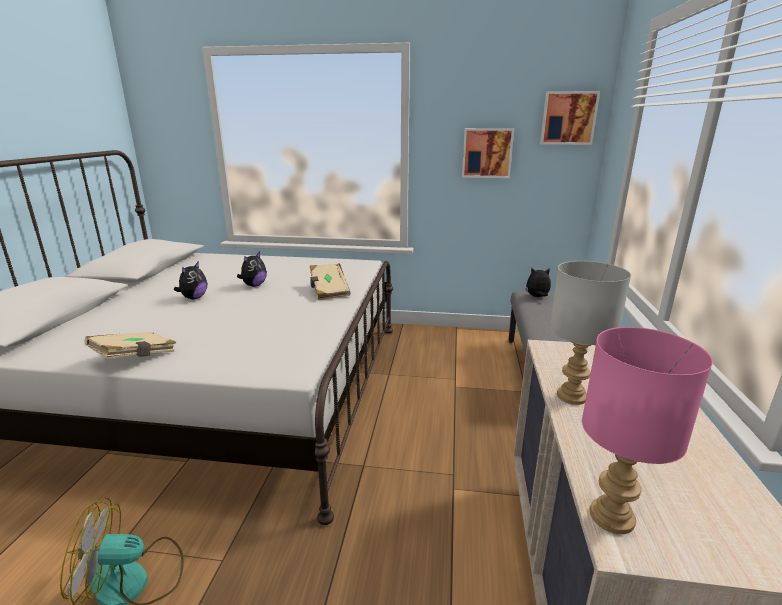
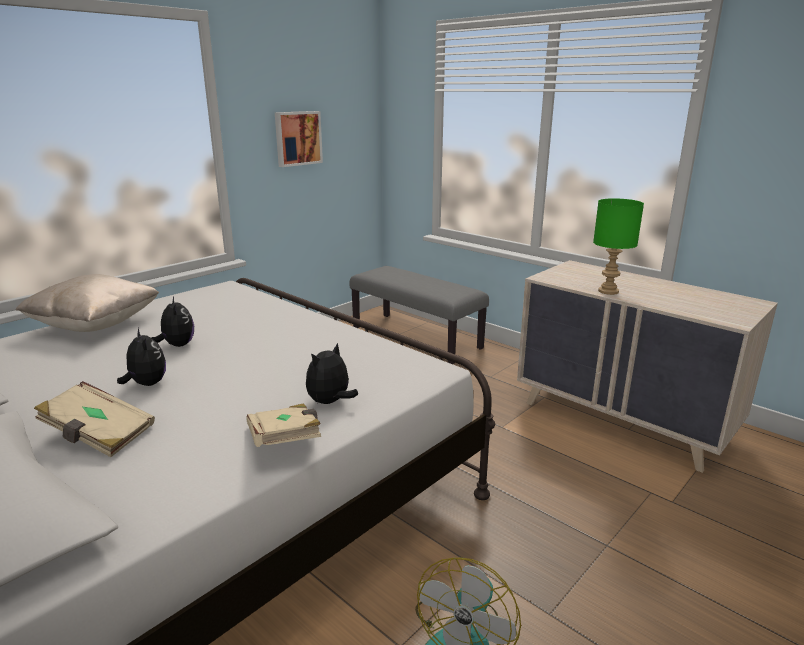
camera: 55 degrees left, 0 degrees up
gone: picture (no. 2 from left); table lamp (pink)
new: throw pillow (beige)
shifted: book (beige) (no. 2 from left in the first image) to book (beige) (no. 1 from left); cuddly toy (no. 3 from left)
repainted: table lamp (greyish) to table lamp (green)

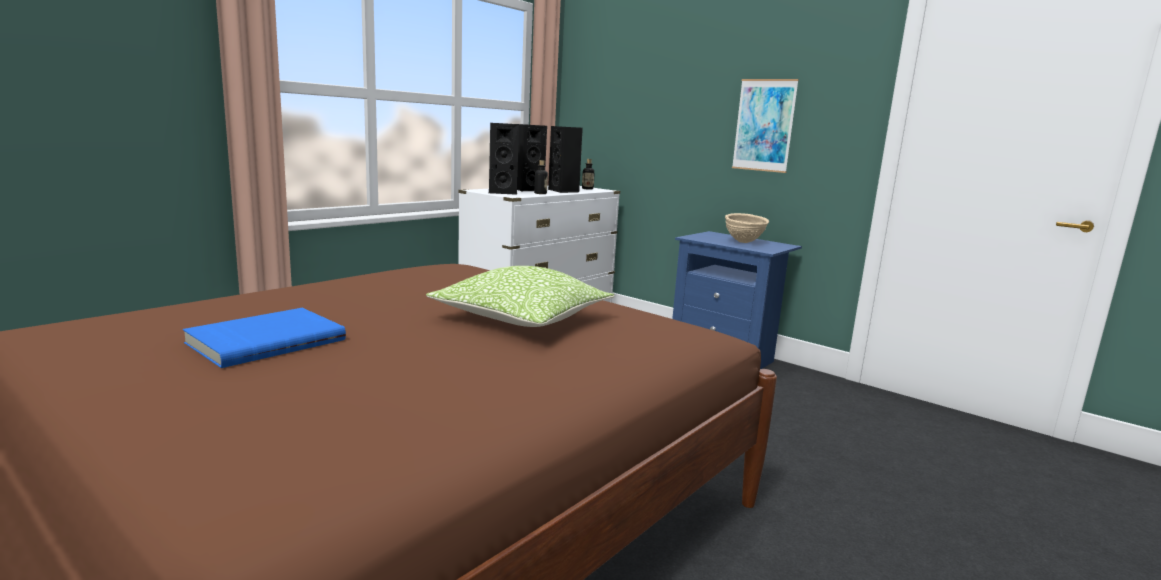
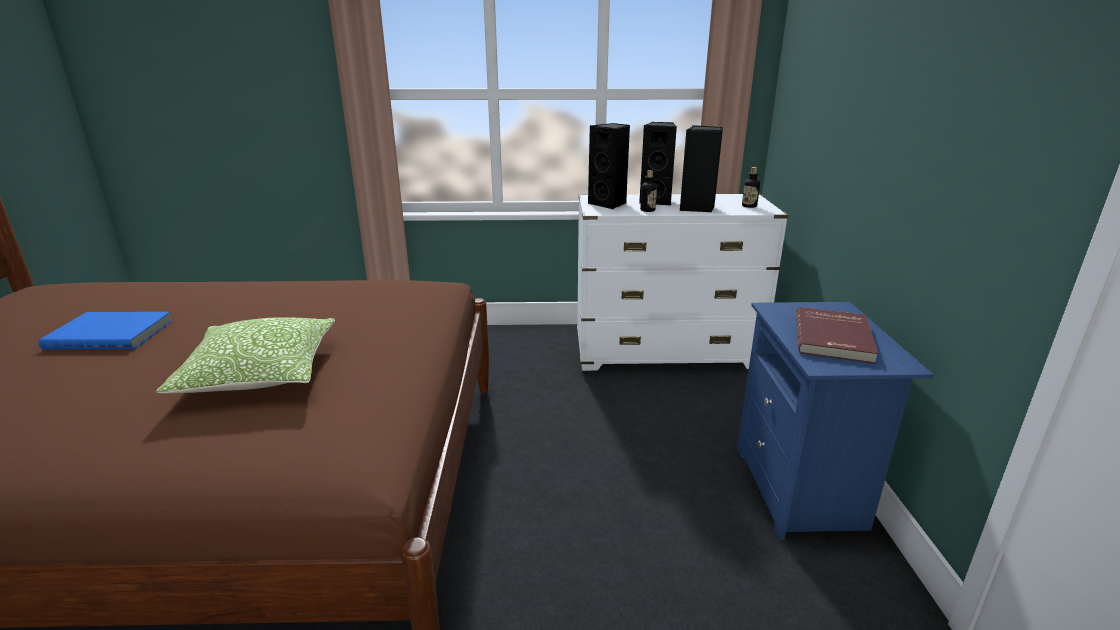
camera: 50 degrees right, 10 degrees up
gone: picture
swapped: serving bowl (beige) to book (reddish)

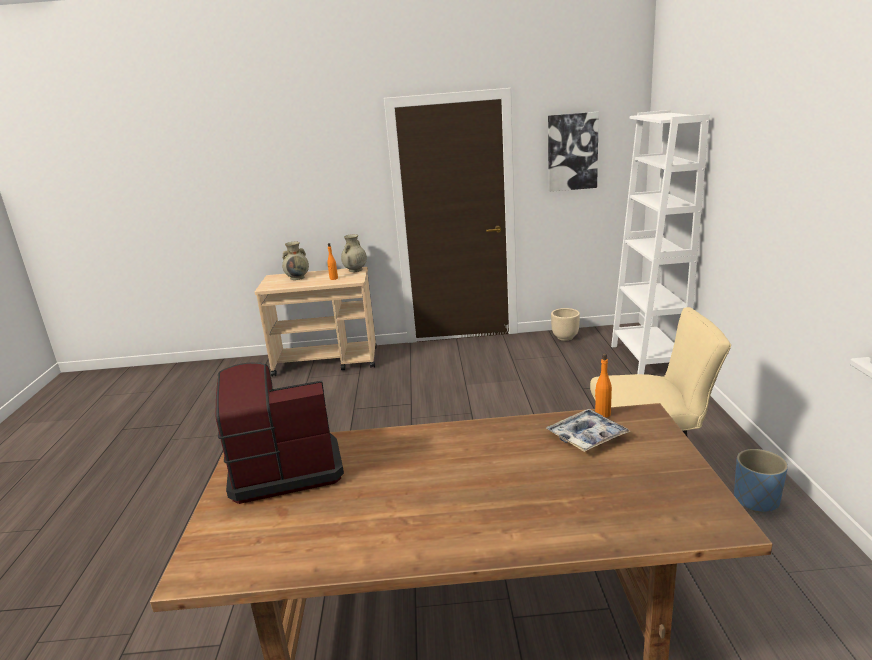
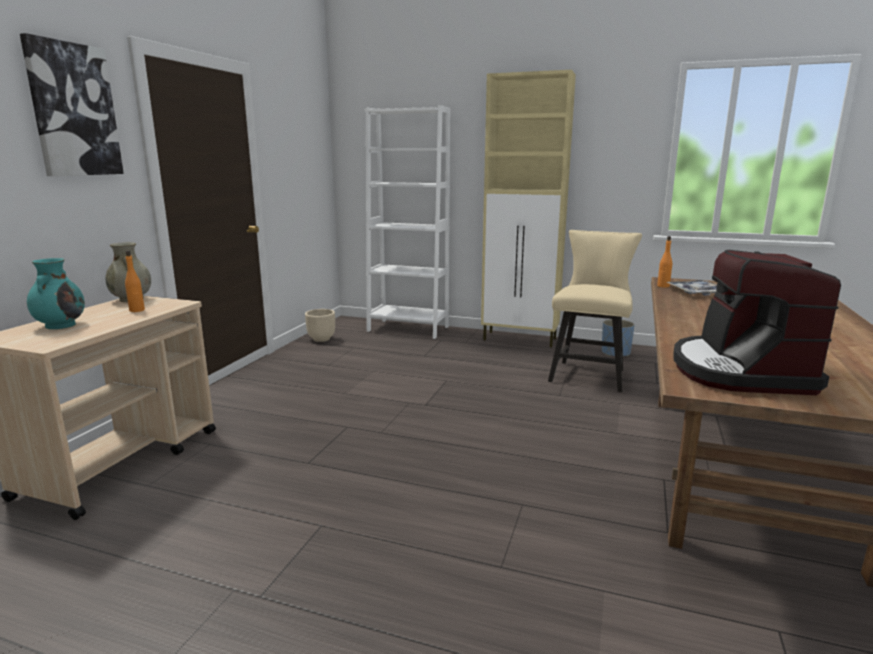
camera: 70 degrees left, 5 degrees down
new: cabinet (beige)
shifted: picture
repainted: vase (beige) (no. 1 from left) to vase (turquoise-coloured)

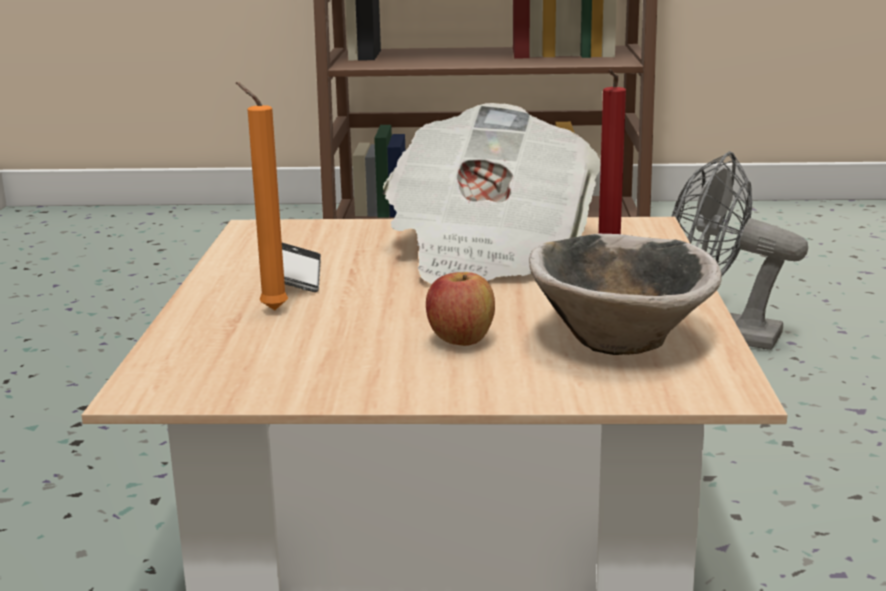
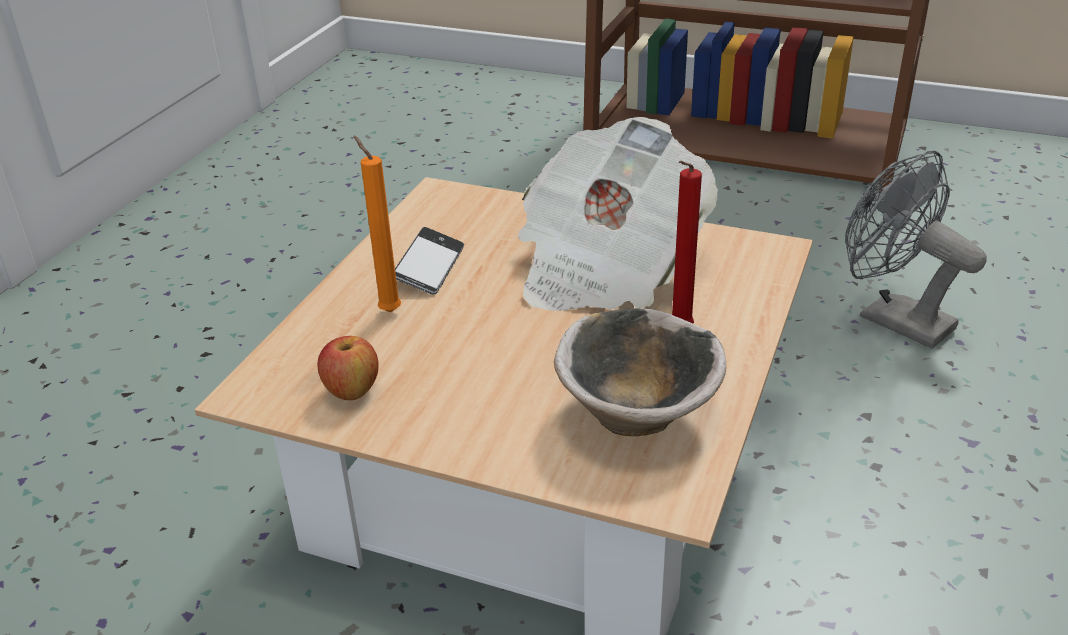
camera: 20 degrees right, 15 degrees up
shifted: whole apple

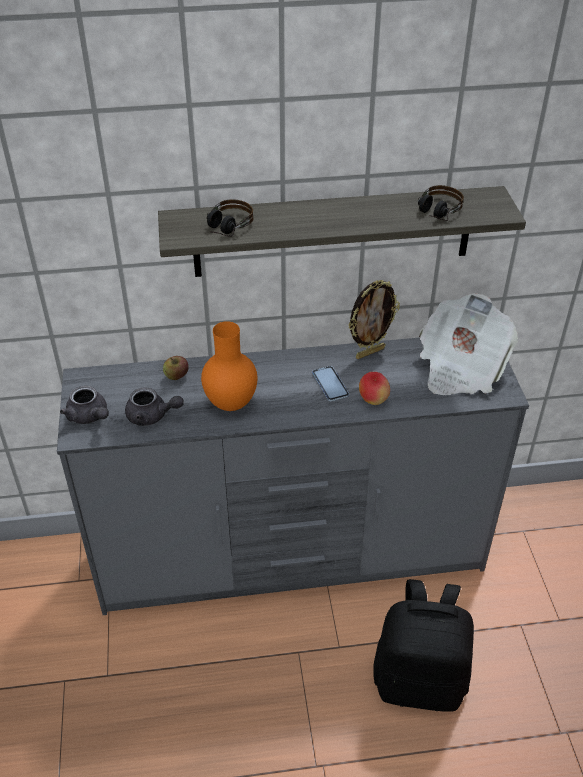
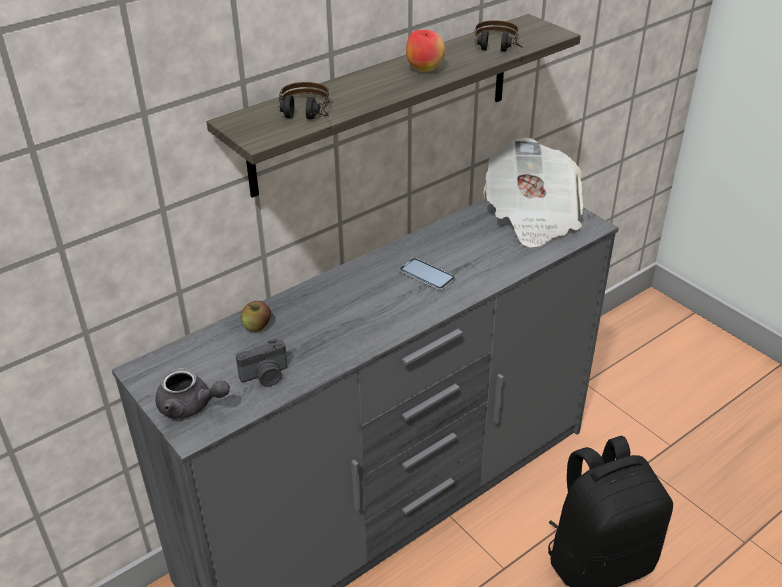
camera: 30 degrees left, 5 degrees down
gone: vase (orange); standing frame
shifted: whole apple (no. 2 from left)
swapped: tea pot (greyish) (no. 2 from left) to still camera

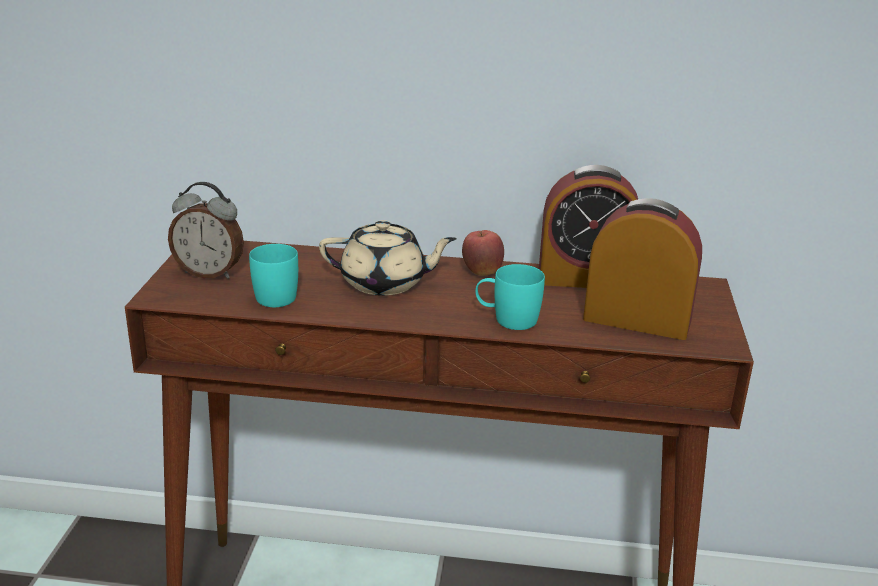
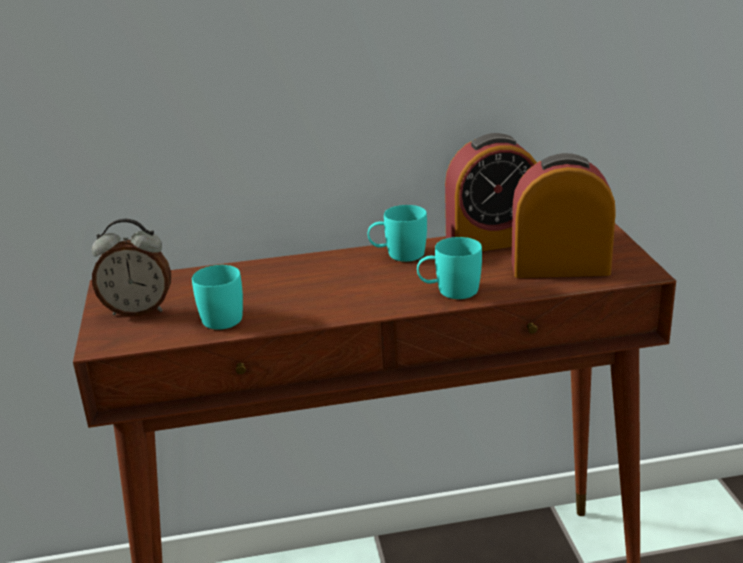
camera: 15 degrees left, 0 degrees up
gone: tea pot (beige)
swapped: whole apple to coffee mug (turquoise-coloured) (no. 2 from left)

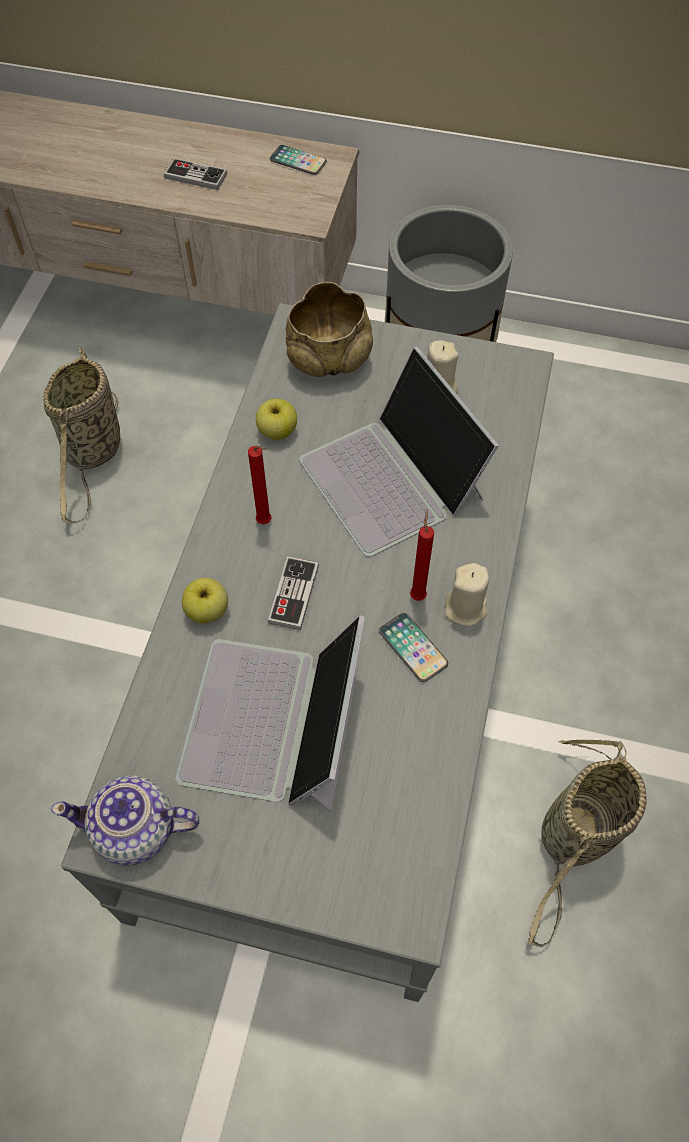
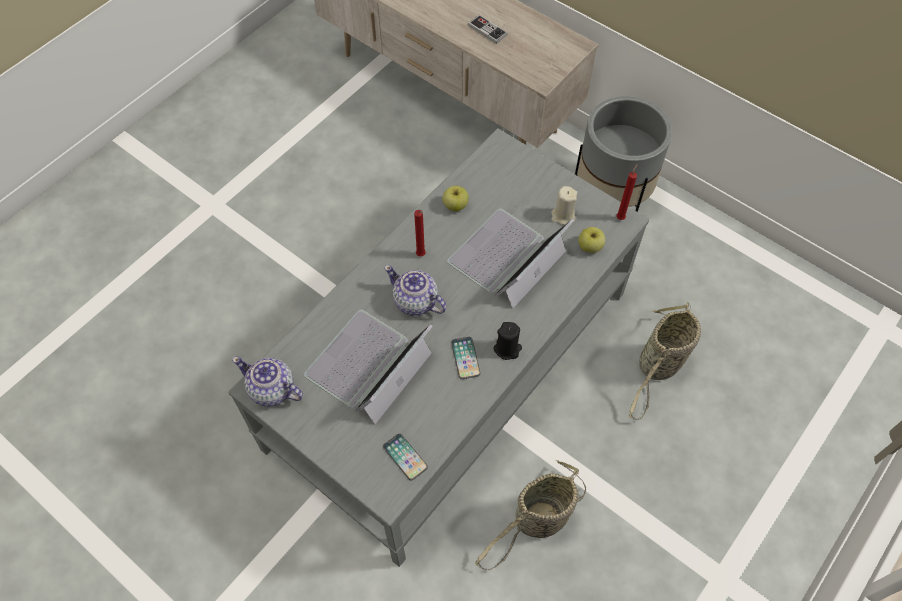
camera: 25 degrees right, 0 degrees up
gone: serving bowl (beige)
shifted: basket (no. 1 from left in the first image) to basket (no. 2 from left); whole apple (no. 1 from left in the first image) to whole apple (no. 2 from left); handset (no. 1 from left); candle (reddish) (no. 2 from left)
swapped: game controller (no. 2 from left) to tea pot (no. 2 from left)
repainted: candle (beige) (no. 2 from left) to candle (black)
rotated: portable computer (no. 2 from left) 45 degrees clockwise

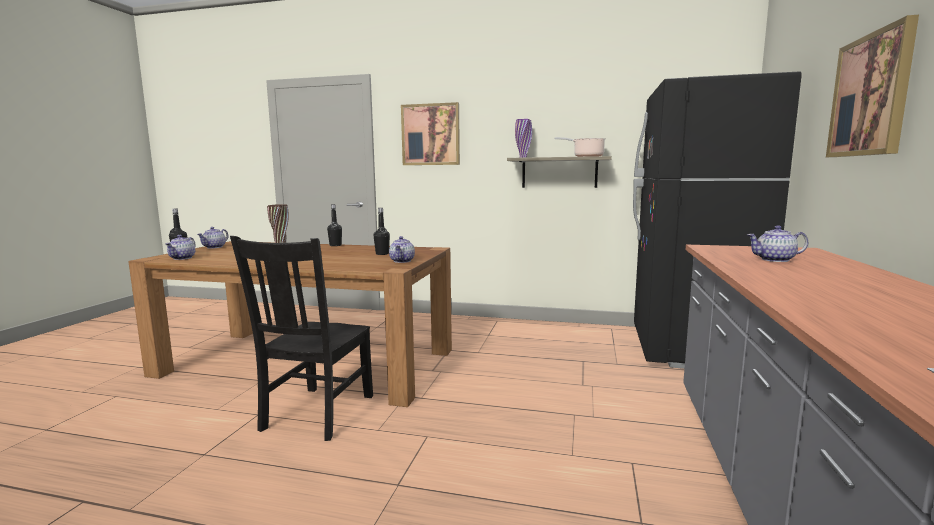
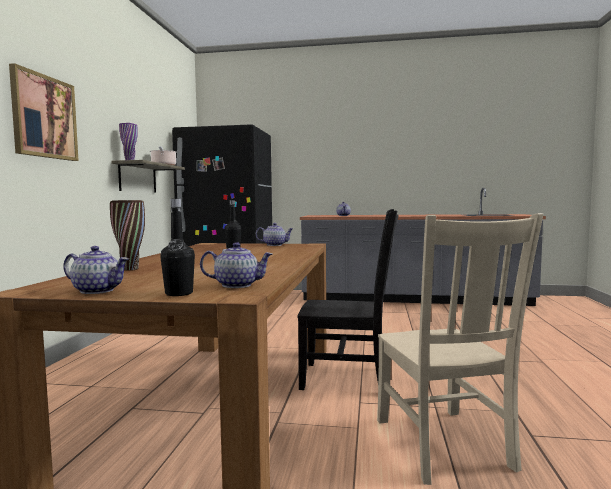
camera: 95 degrees left, 5 degrees down
gone: bottle (black) (no. 2 from left); picture (no. 2 from left)
new: chair (beige)

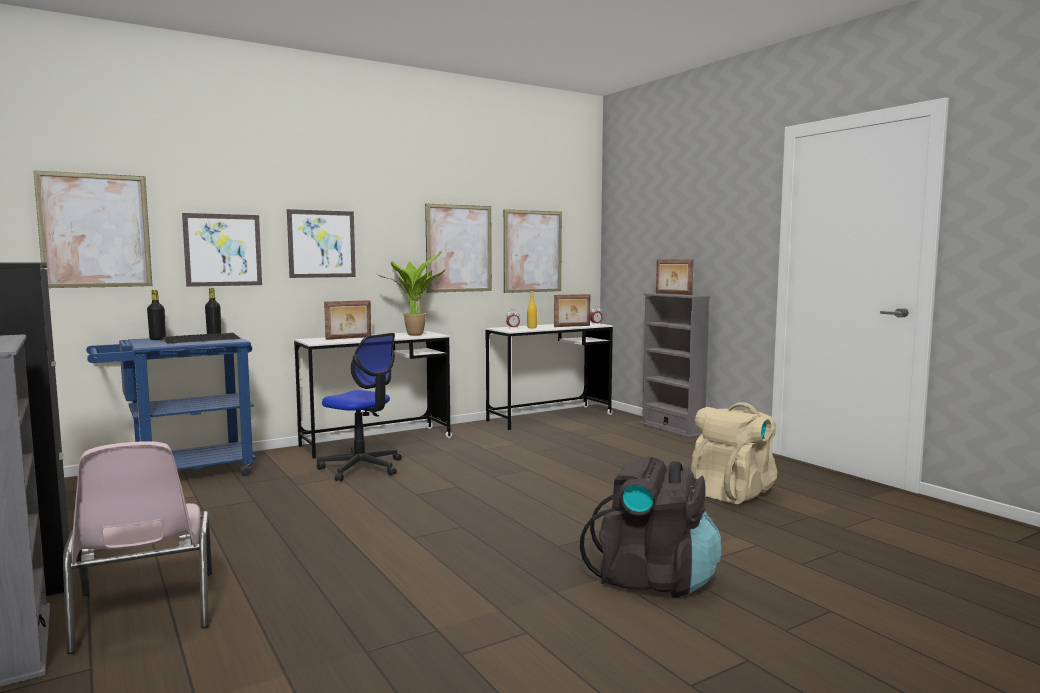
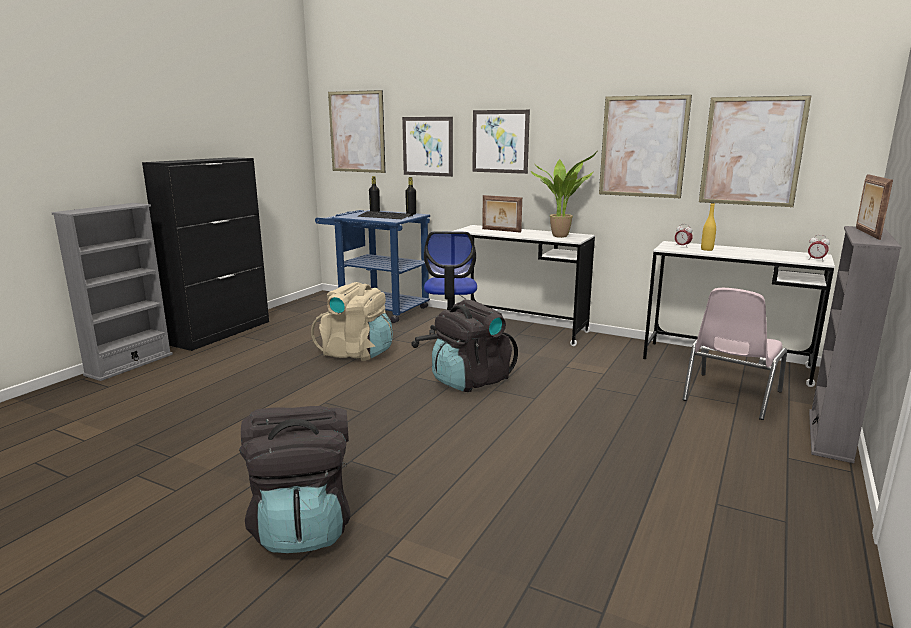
camera: 60 degrees right, 10 degrees up
gone: standing frame (no. 2 from left)
new: rucksack (black) (no. 2 from left)
shifted: chair (pink); rucksack (beige)

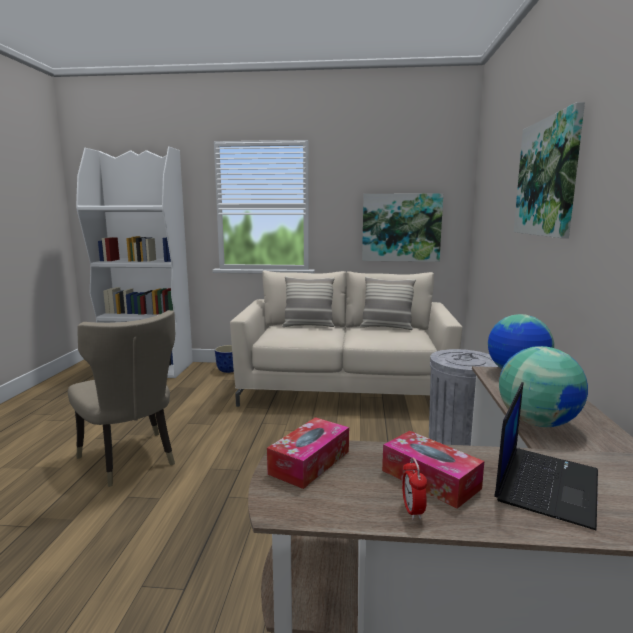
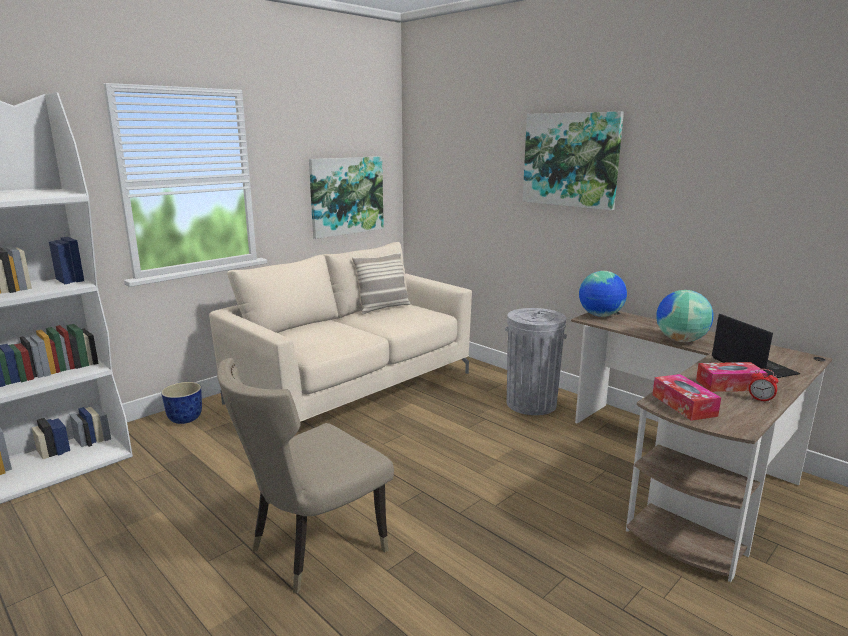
camera: 50 degrees left, 5 degrees up
gone: throw pillow (no. 1 from left)
rotated: chair (beige) 135 degrees clockwise

